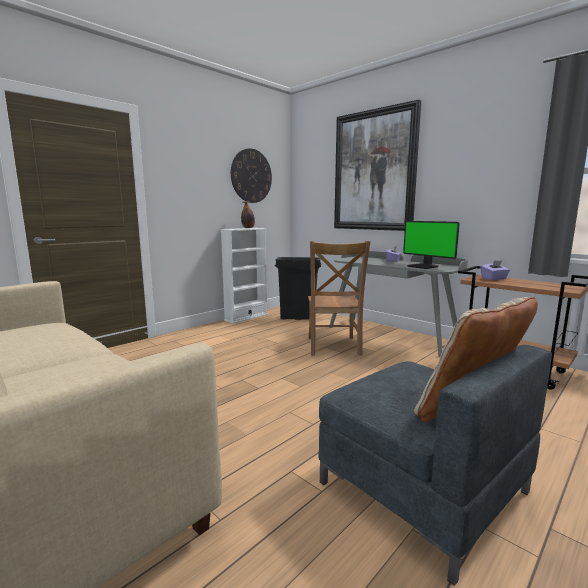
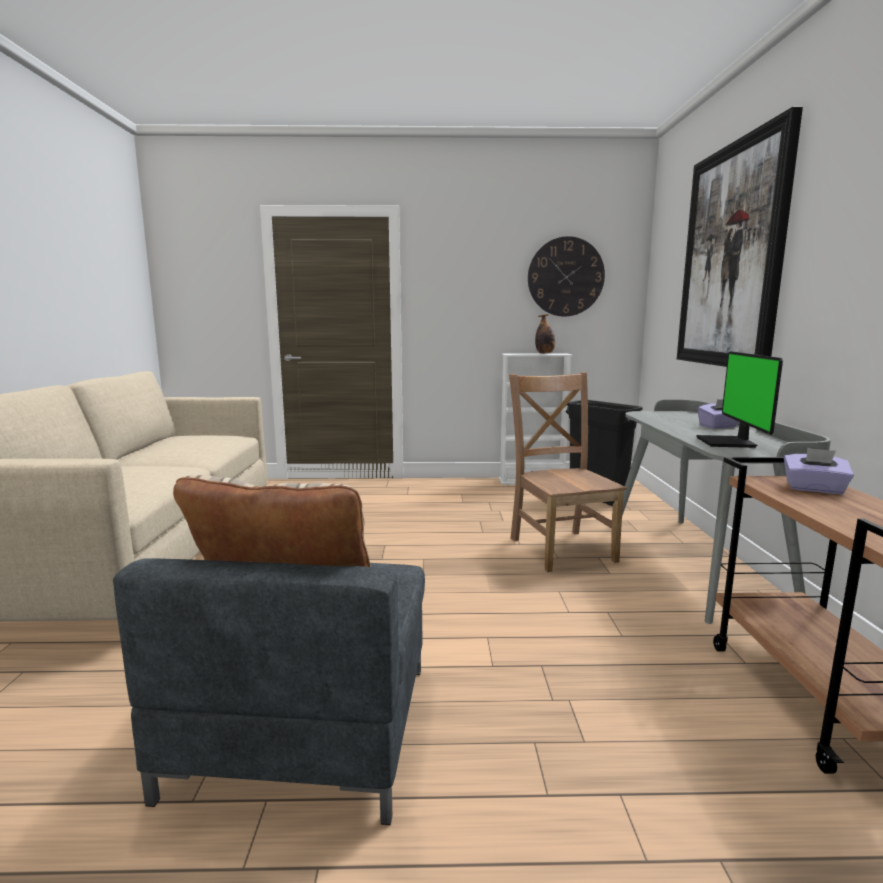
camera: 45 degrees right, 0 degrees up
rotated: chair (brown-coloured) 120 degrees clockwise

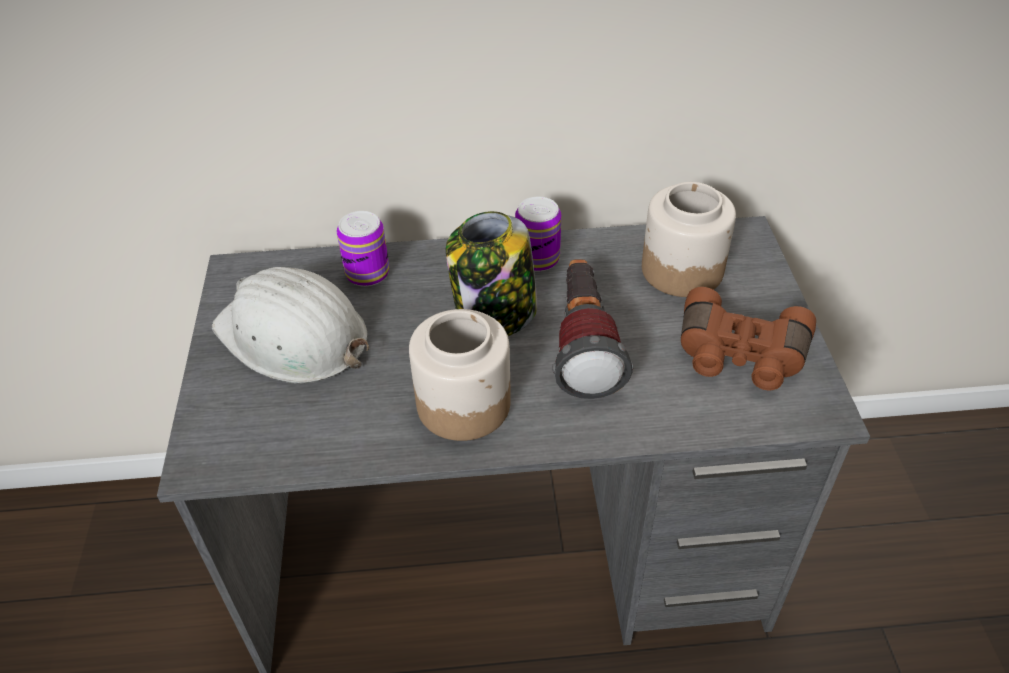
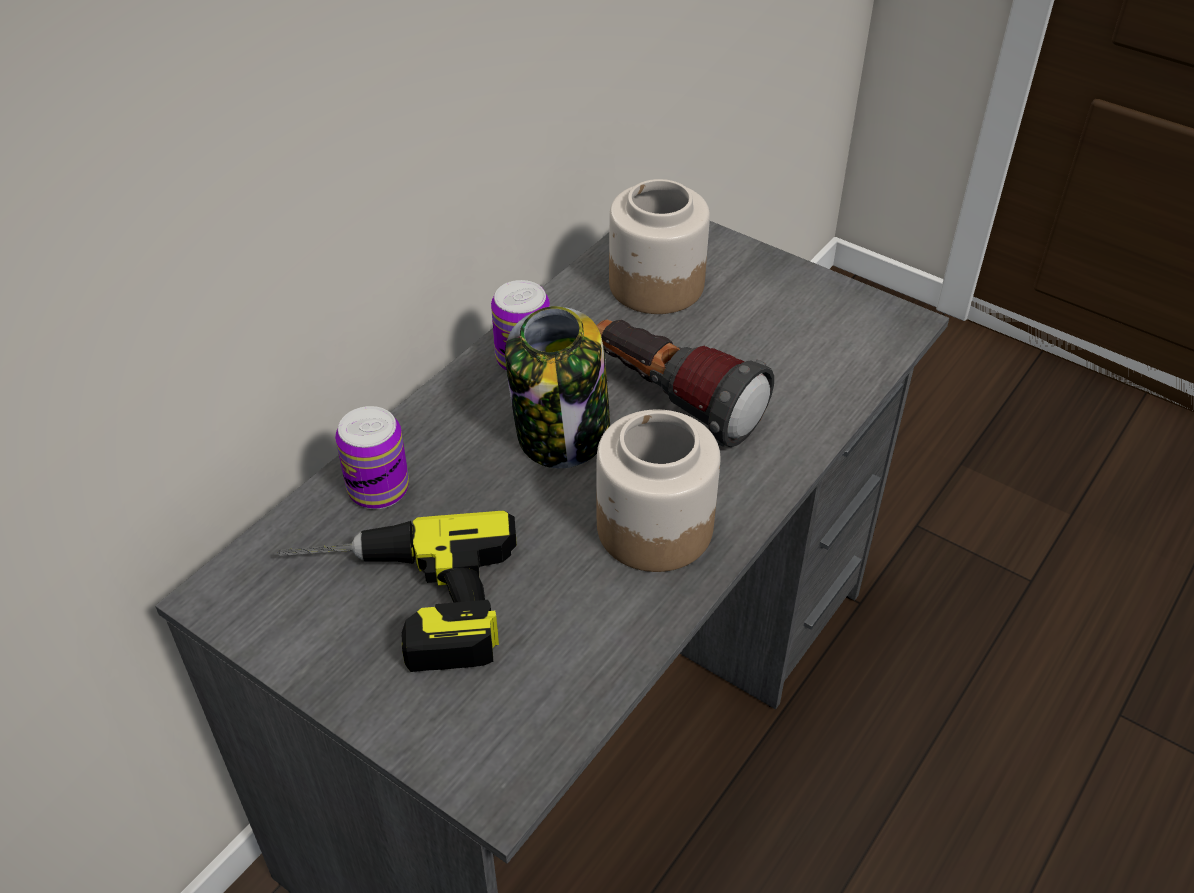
camera: 50 degrees left, 0 degrees up
gone: pair of binoculars (brown-coloured)
swapped: hard hat (white-coloured) to power drill

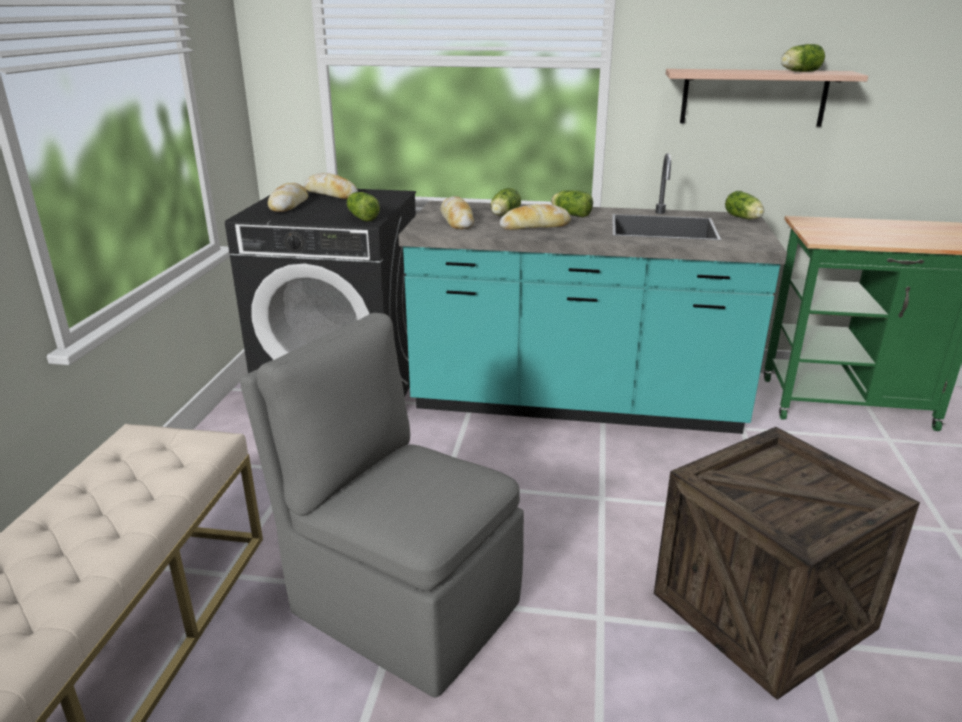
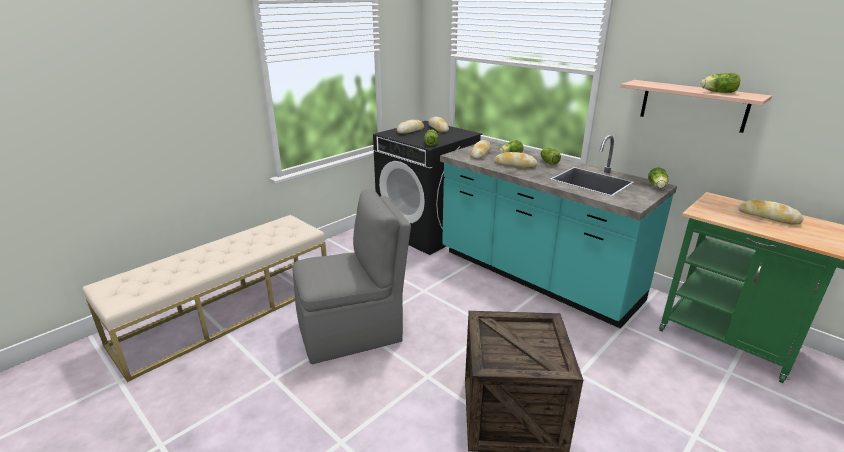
camera: 35 degrees right, 0 degrees up
new: bread (no. 5 from left)
rotated: chair (greyish) 90 degrees clockwise

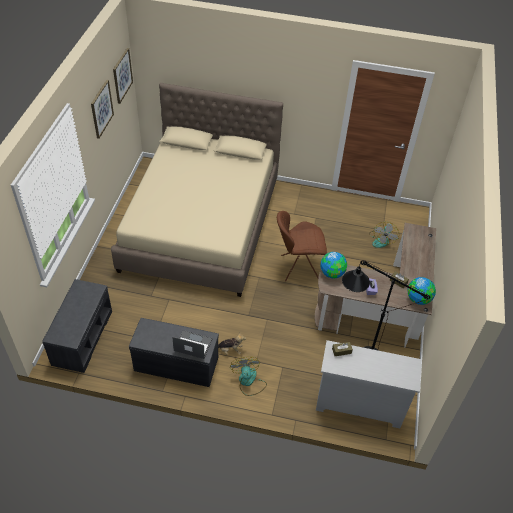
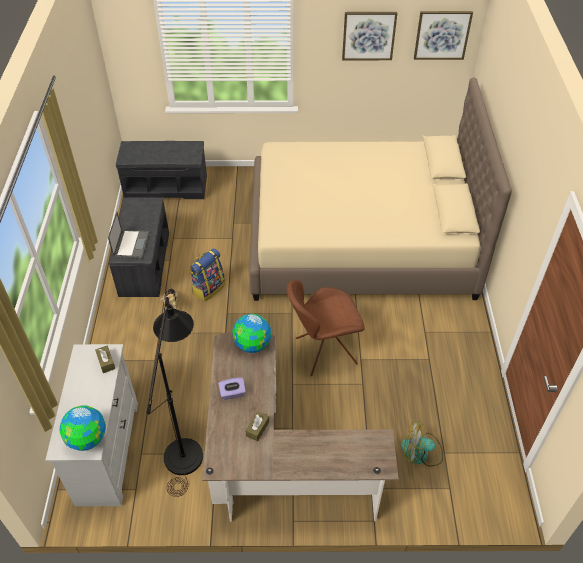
camera: 80 degrees right, 0 degrees up
gone: cooling fan (no. 1 from left)
new: rucksack
shifted: world globe (no. 2 from left in the first image) to world globe (no. 1 from left)
rotated: chair (brown-coloured) 90 degrees counterclockwise

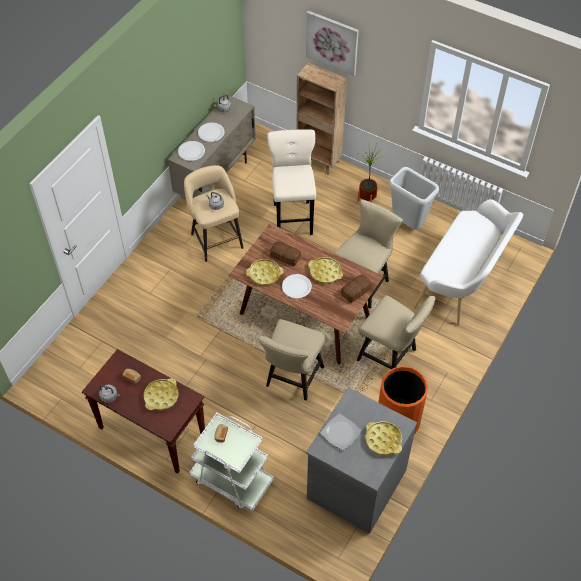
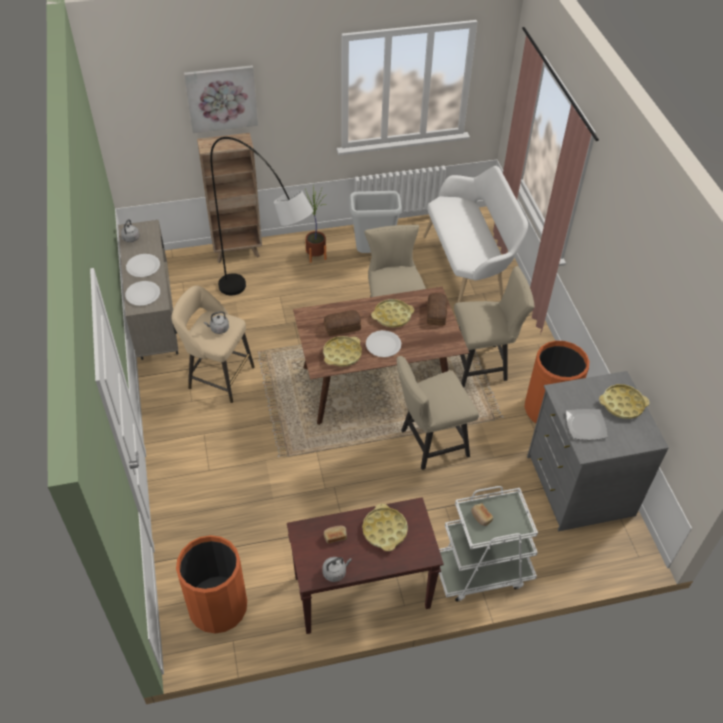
camera: 45 degrees left, 5 degrees down
new: waste bin (orange) (no. 1 from left)
swapped: sitting stool (beige) (no. 2 from left) to standard lamp (greyish)
rotated: chair (beige) (no. 1 from left in the first image) 90 degrees clockwise

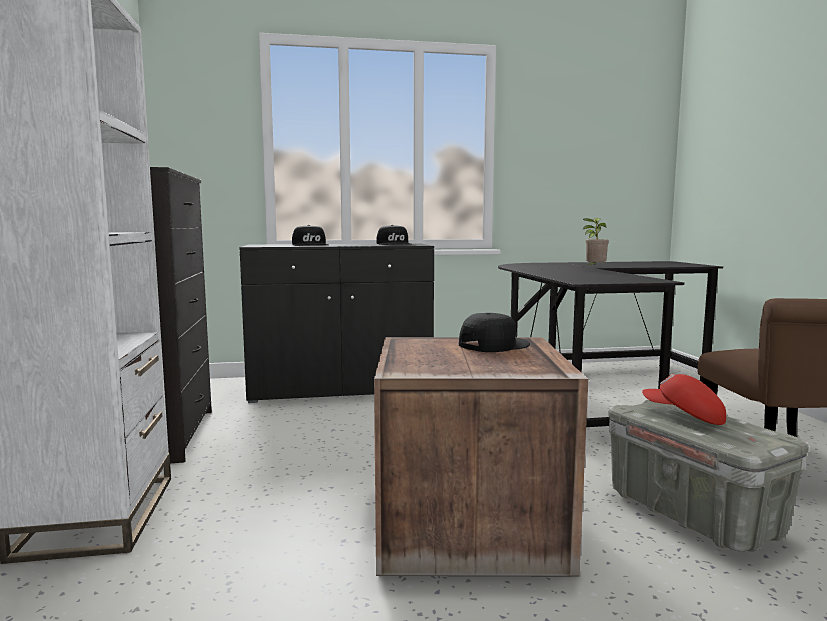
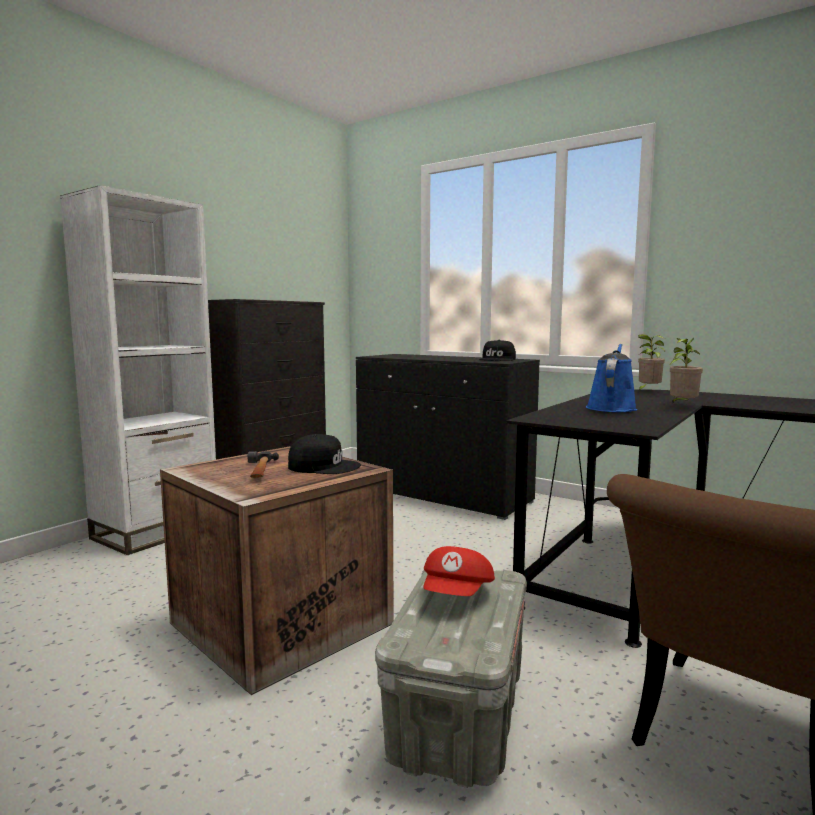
camera: 45 degrees right, 0 degrees up
gone: cap (black) (no. 1 from left)
new: tool hammer; sprinkling can (blue-coloured); potted plant (no. 1 from left)
rotated: cap (reddish) 150 degrees counterclockwise

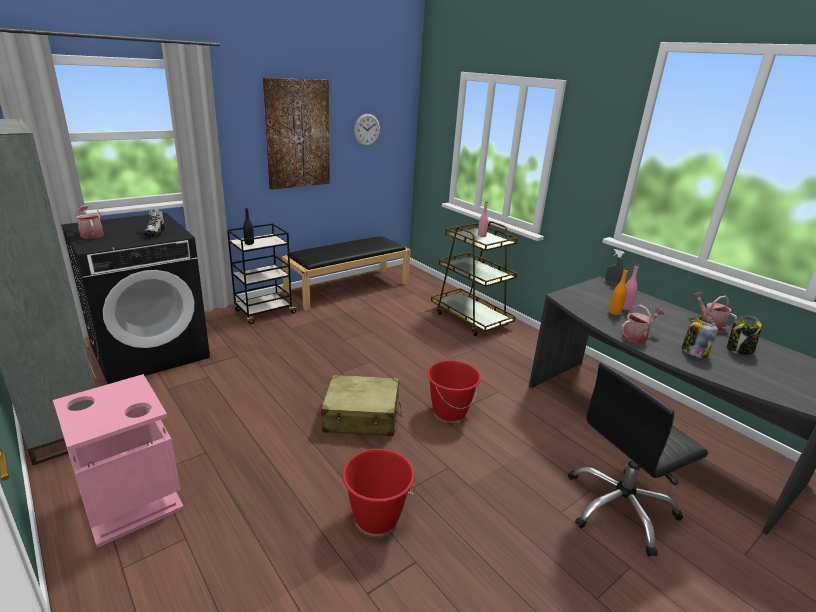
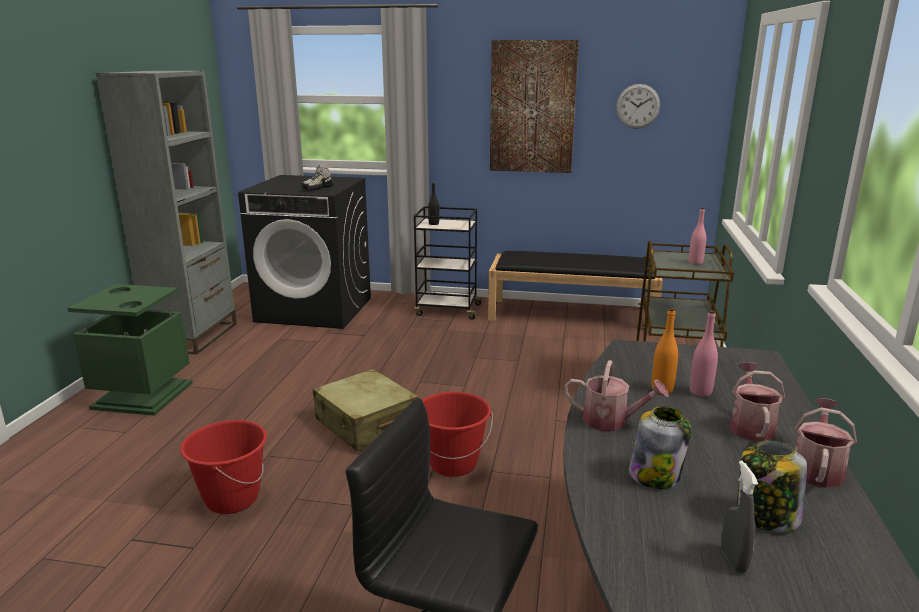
camera: 50 degrees right, 5 degrees down
shifted: sprinkling can (no. 1 from left in the first image) to sprinkling can (no. 2 from left); sprayer (greyish)
repainted: waste bin (pink) to waste bin (green)

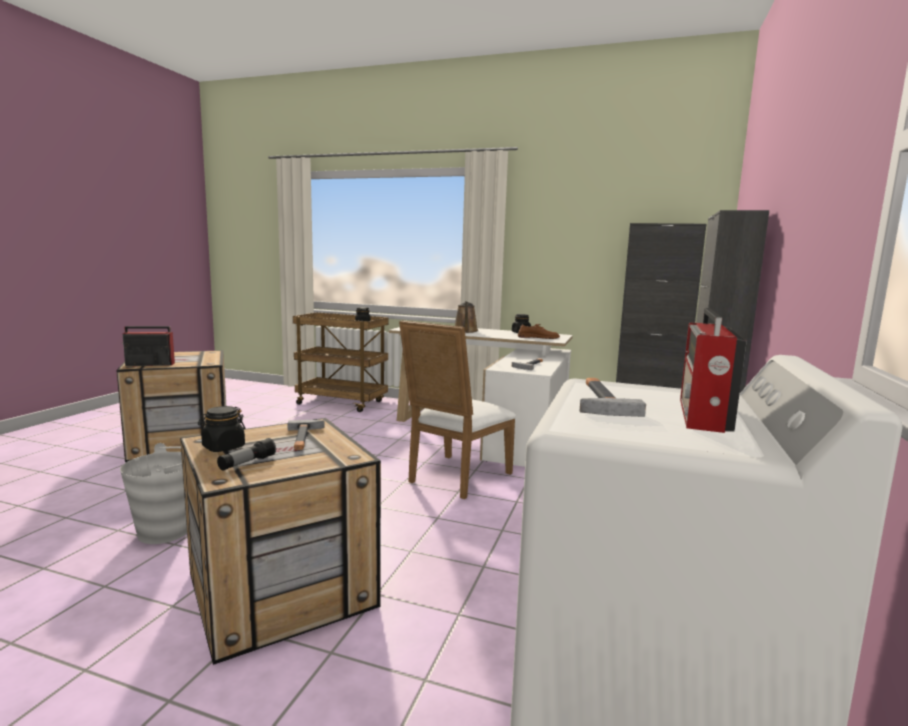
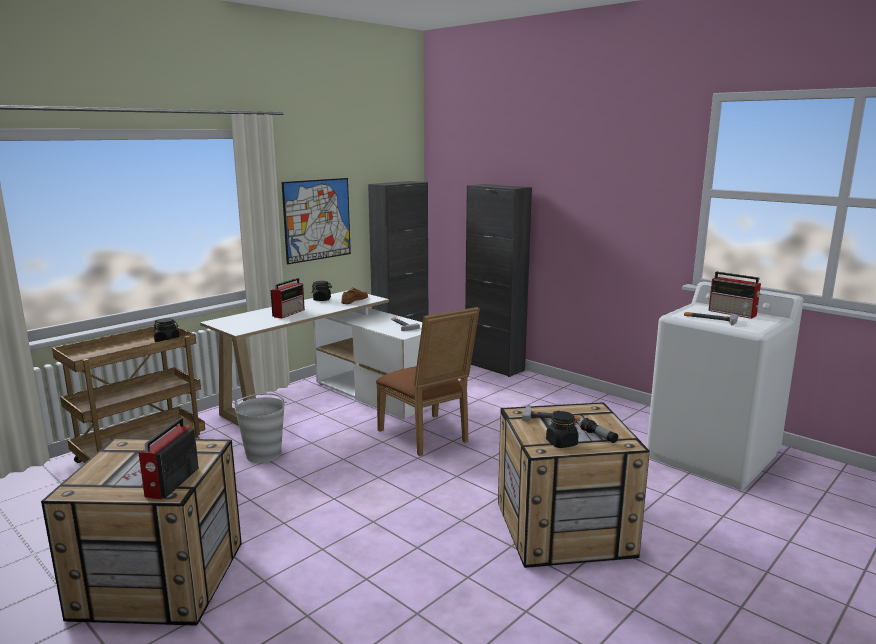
camera: 65 degrees left, 5 degrees up
new: picture
shifted: water bucket (greyish)
swapped: sprinkling can (brown-coloured) to radio receiver (no. 2 from left)
repainted: chair (white-coloured) to chair (brown-coloured)

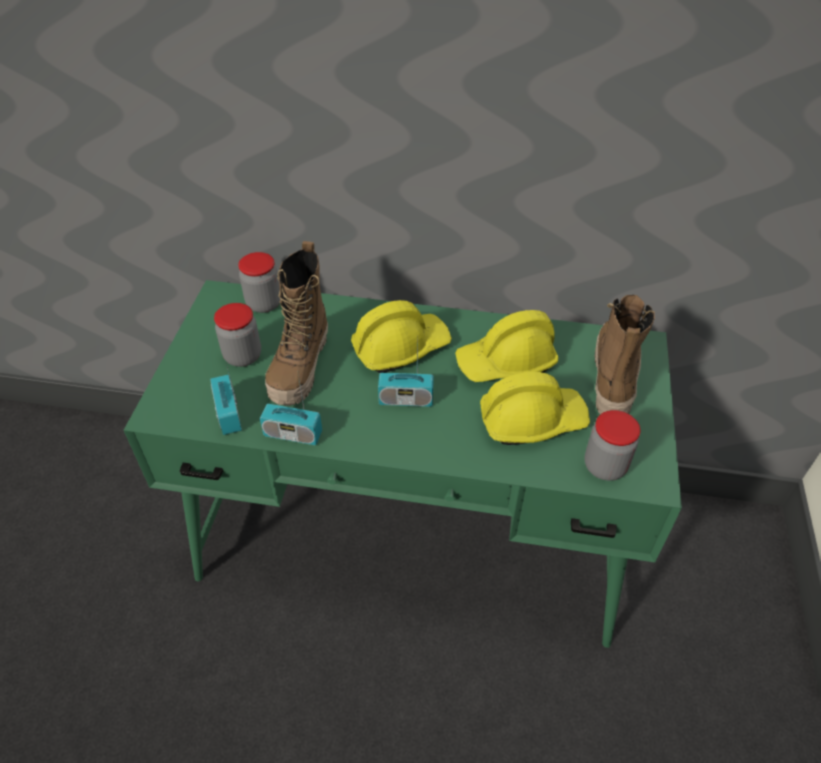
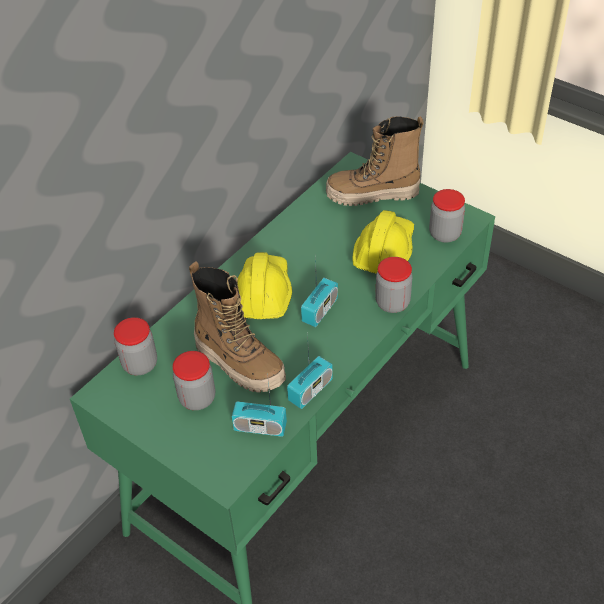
camera: 60 degrees left, 0 degrees up
gone: hard hat (yellow-coloured) (no. 2 from left)
new: preserve jar (no. 3 from left)
rotated: boot (no. 2 from left) 45 degrees counterclockwise

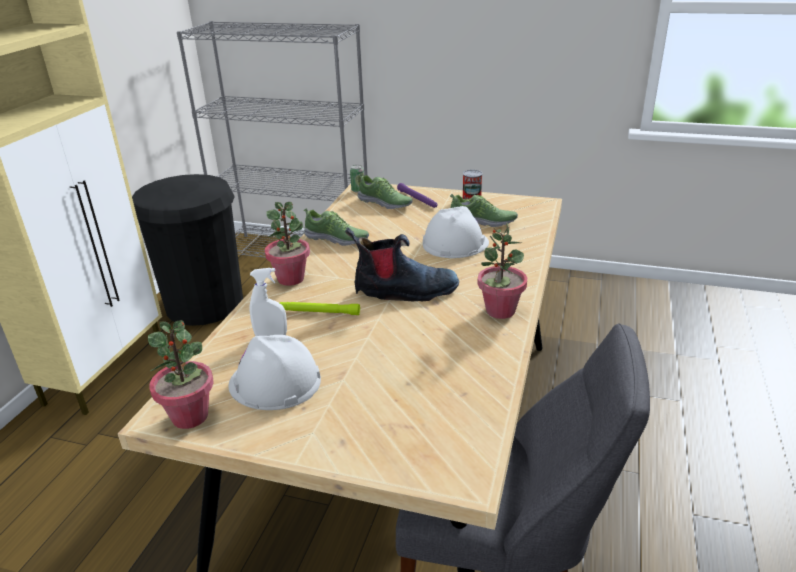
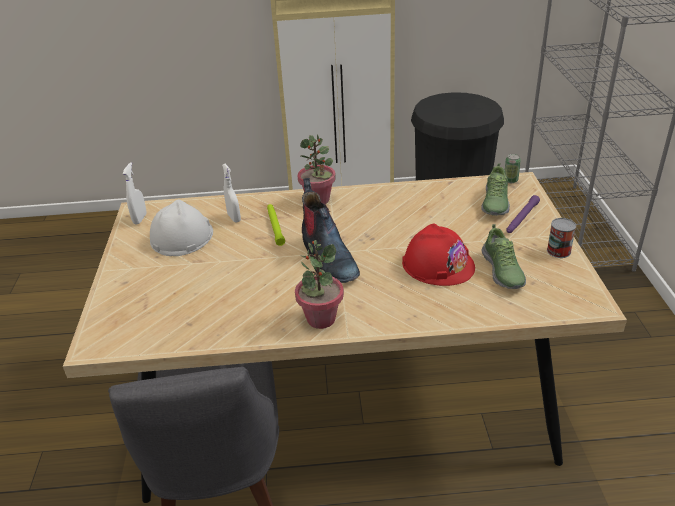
camera: 70 degrees right, 5 degrees up
gone: item of footwear (no. 1 from left)
swapped: potted plant (no. 1 from left) to sprayer (white-coloured) (no. 1 from left)
repainted: hard hat (white-coloured) (no. 2 from left) to hard hat (reddish)

